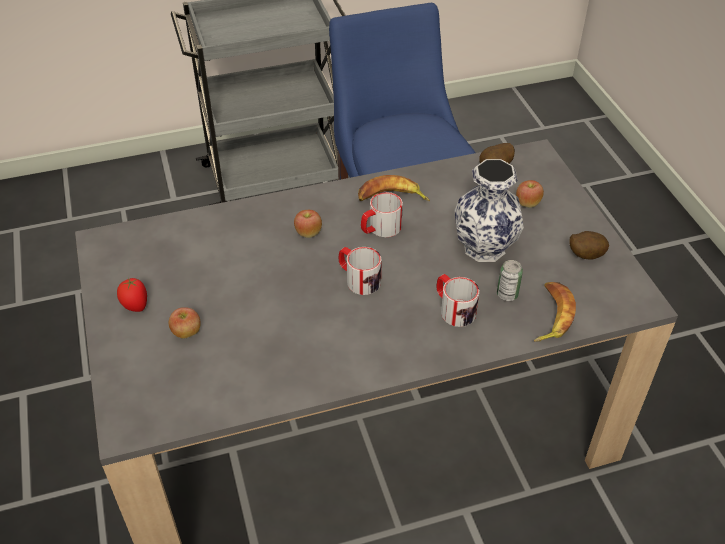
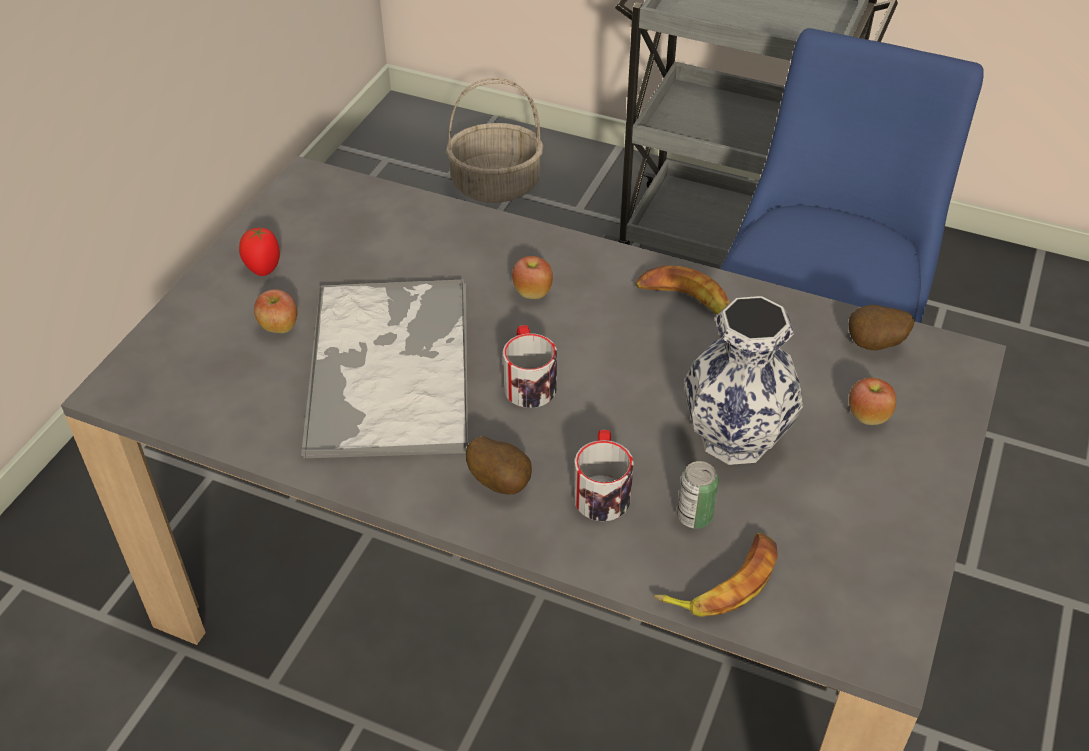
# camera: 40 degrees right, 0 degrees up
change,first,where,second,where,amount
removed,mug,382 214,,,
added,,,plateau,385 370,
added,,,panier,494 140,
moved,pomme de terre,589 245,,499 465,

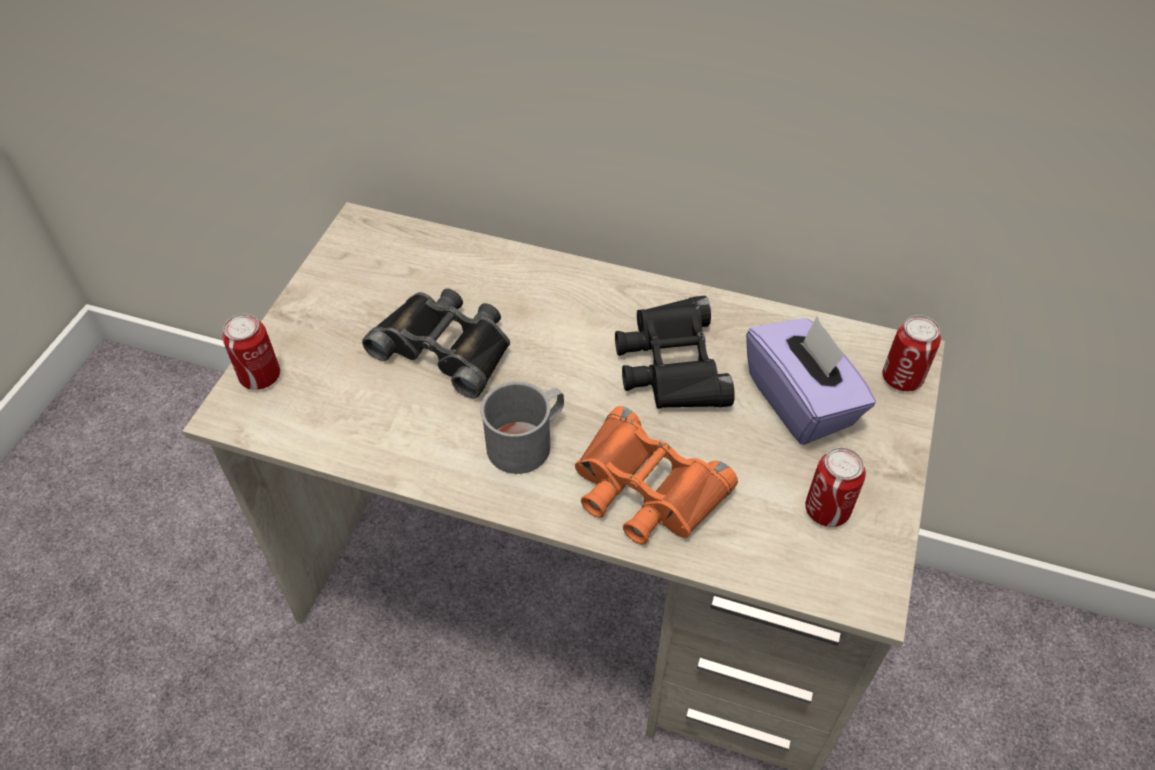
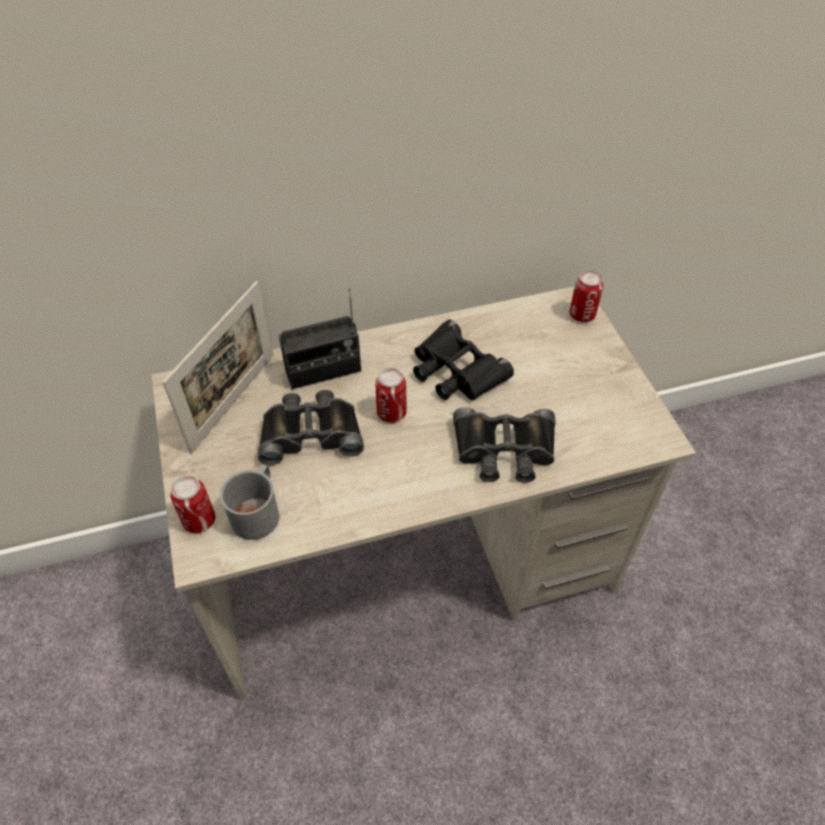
# camera: 35 degrees left, 0 degrees up
change,first,where,second,where,amount
removed,boîte à mouchoirs/violet,811 380,,,
added,,,cadre photo,218 367,
added,,,radio,320 338,
moved,mug/gris,522 427,,249 502,
moved,boîte métallique,835 487,,391 395,
recoloured,jumelles/orange,656 475,jumelles/noir,504 445,

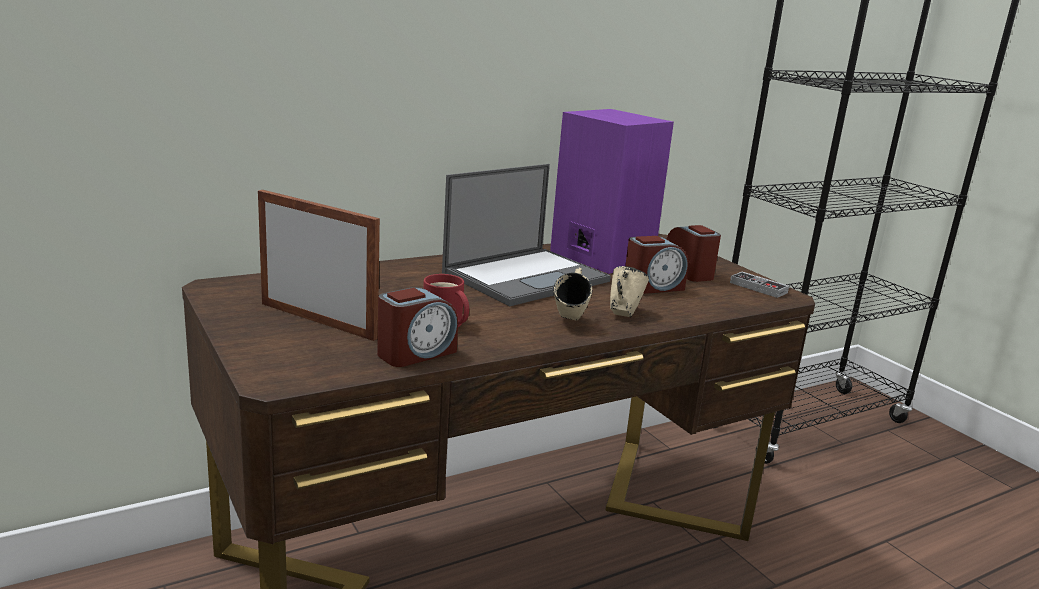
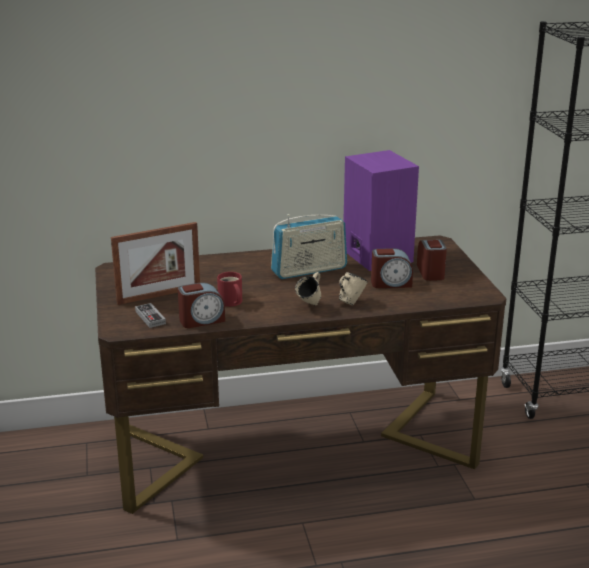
# camera: 20 degrees right, 5 degrees up
change,first,where,second,where,amount
moved,manette,759 285,,150 315,
replaced,ordinateur portable,526 235,radio,309 246,
turned,cadre photo,319 265,,155 263,105 degrees clockwise

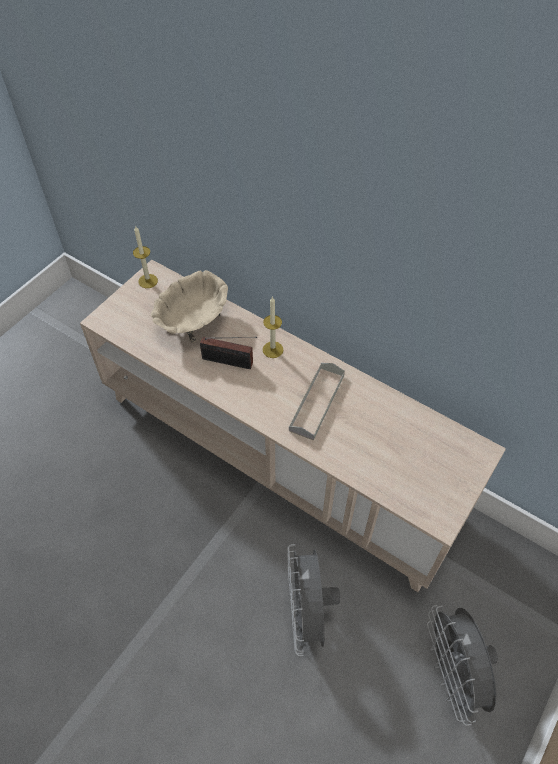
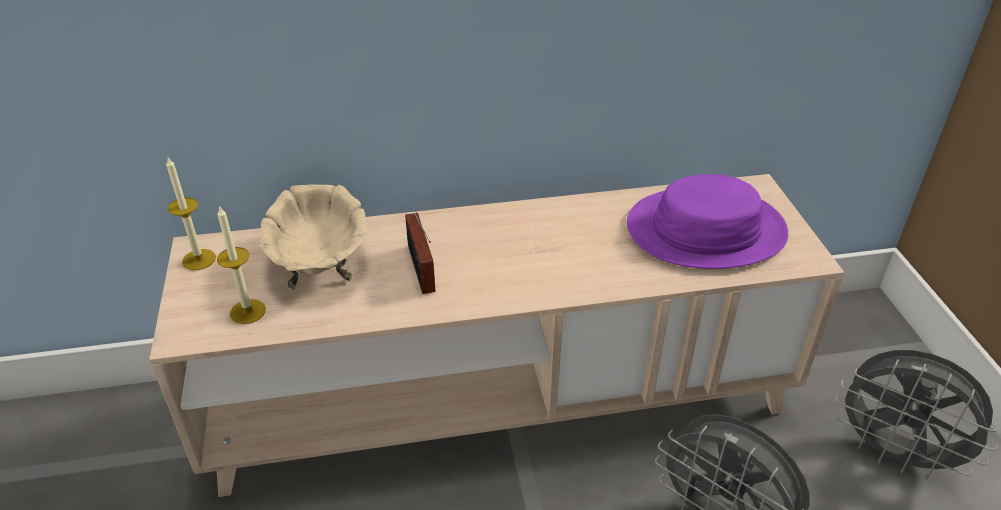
# camera: 45 degrees left, 15 degrees down
change,first,where,second,where,amount
removed,plateau/gris,317 402,,,
added,,,chapeau/violet,707 221,
moved,bougie,273 327,,241 264,
turned,radio,228 353,,420 253,105 degrees clockwise

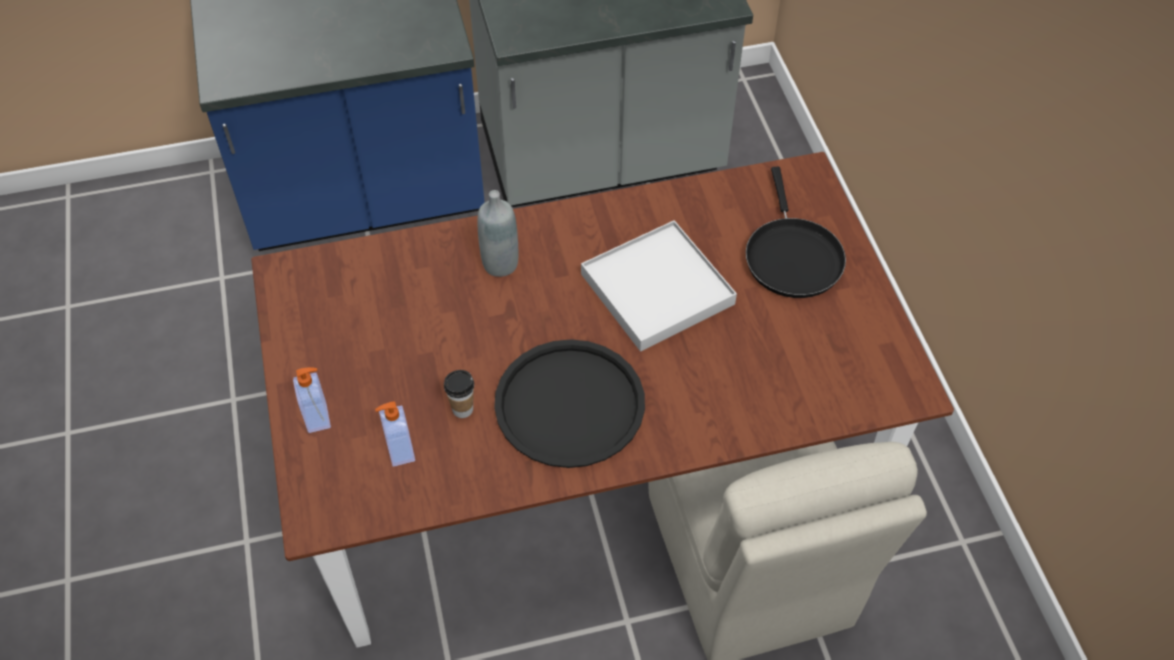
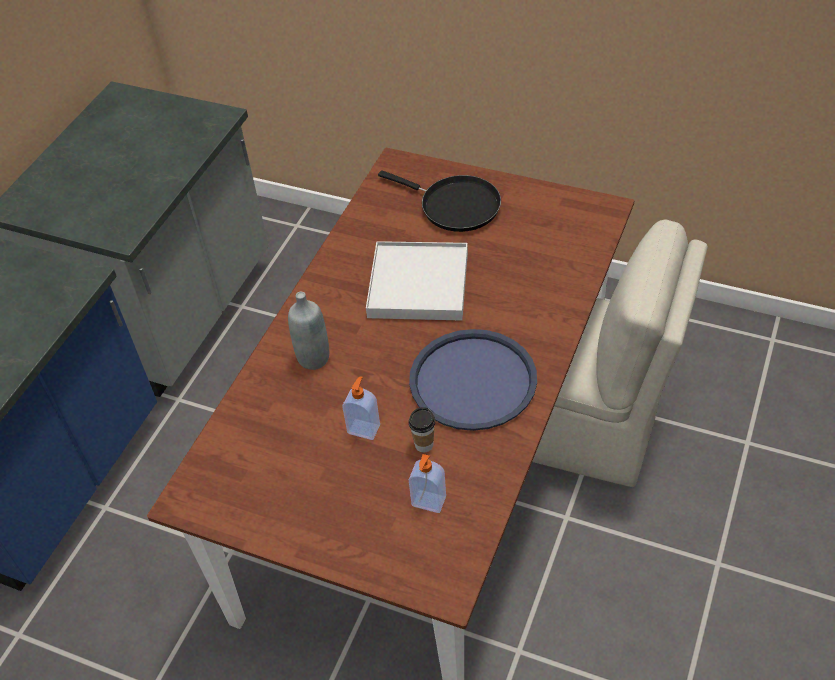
# camera: 50 degrees left, 5 degrees down
change,first,where,second,where,amount
moved,distributeur de savon,312 400,,361 408,
recoloured,plateau/noir,569 403,plateau/bleu,473 380,

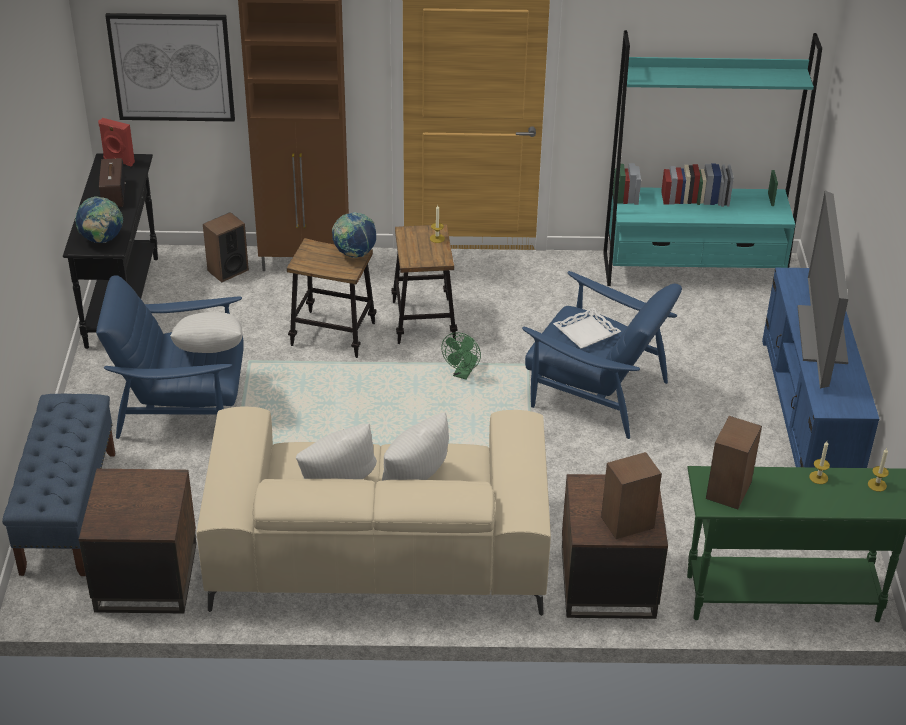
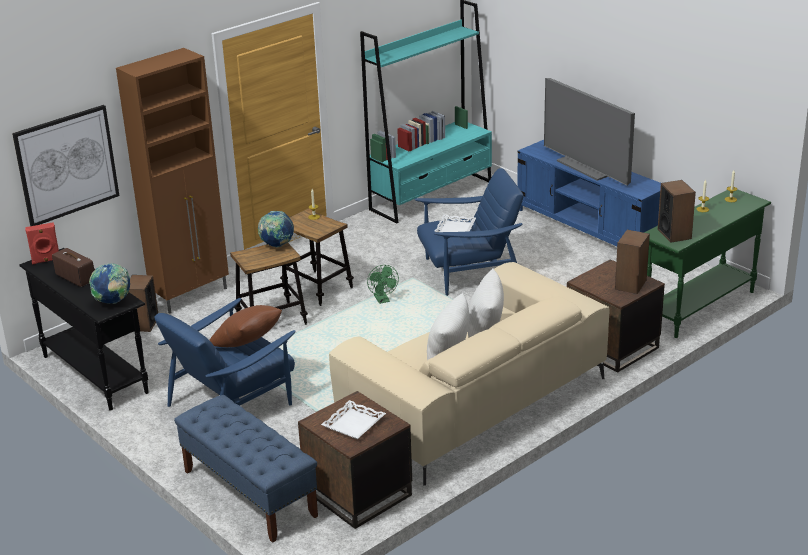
# camera: 40 degrees left, 10 degrees down
change,first,where,second,where,amount
added,,,plateau/blanc,353 419,
recoloured,coussin/blanc,206 332,coussin/marron,245 326,

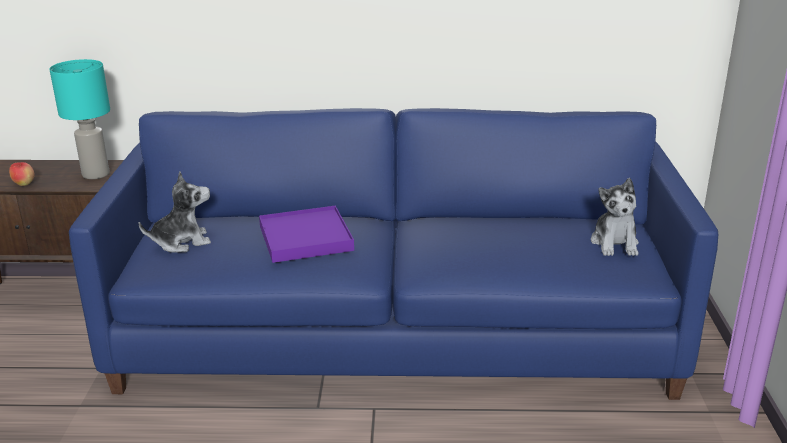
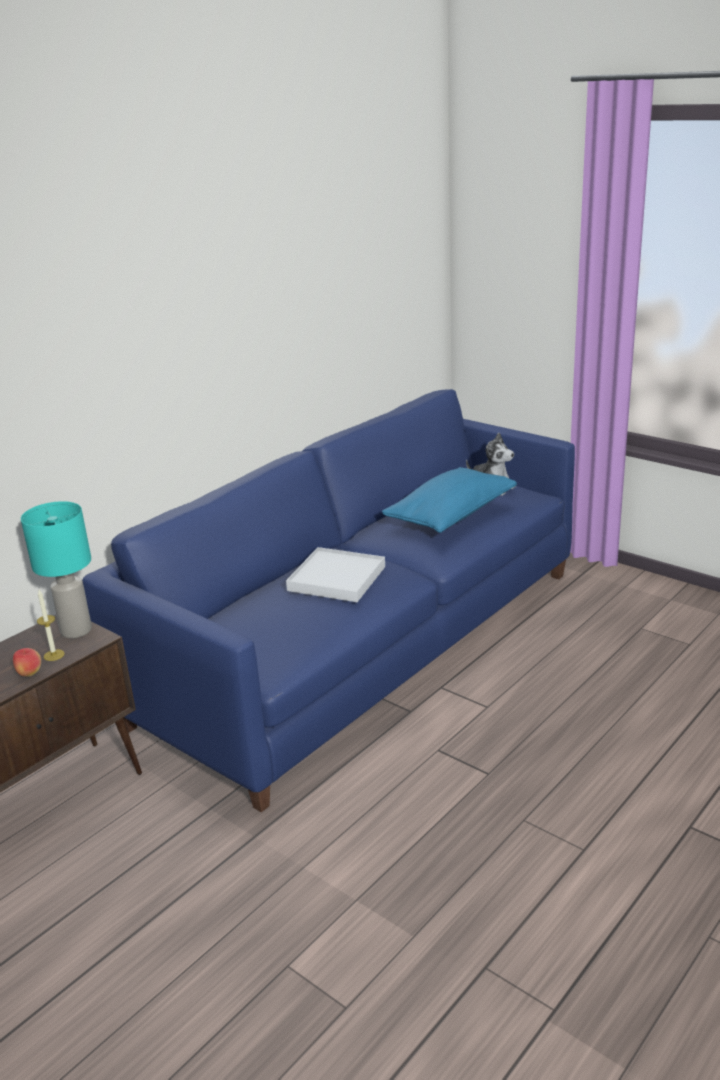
# camera: 50 degrees left, 0 degrees up
change,first,where,second,where,amount
removed,peluche,174 212,,,
added,,,bougie,51 625,
added,,,coussin/bleu,449 500,
recoloured,plateau/violet,306 234,plateau/blanc,335 574,

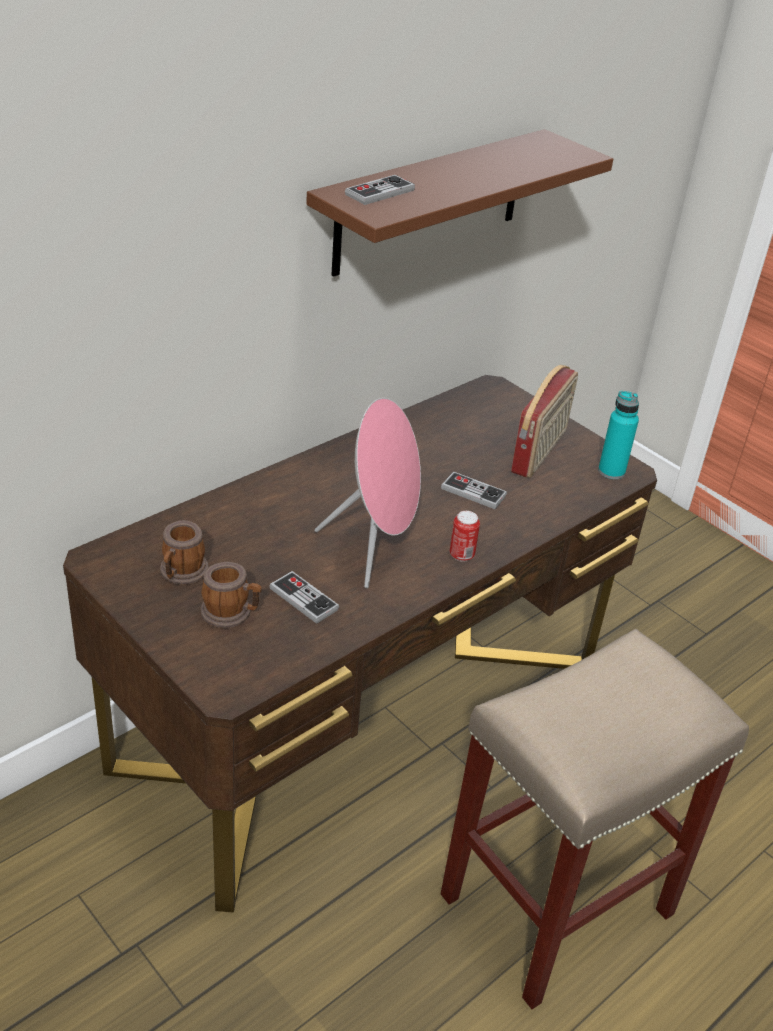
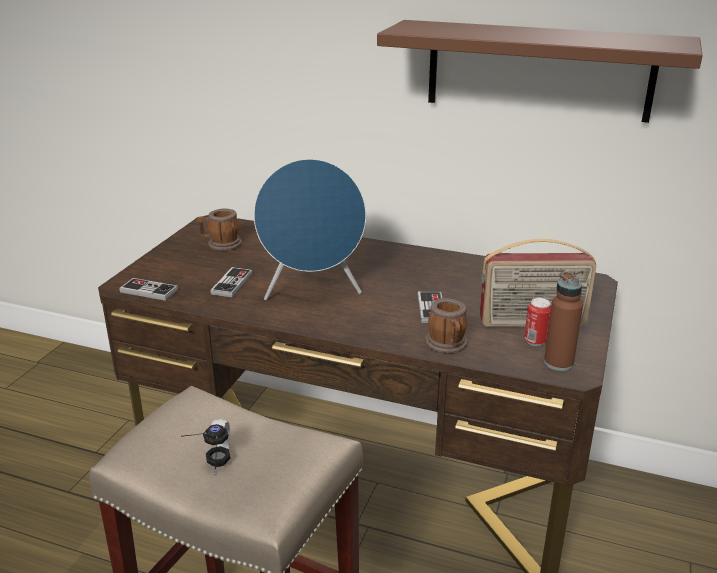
# camera: 65 degrees right, 10 degrees down
change,first,where,second,where,amount
added,,,casque audio,206 447,
moved,mug,231 595,,446 326,
moved,manette,380 190,,148 289,
moved,boîte métallique,464 536,,537 322,
recoloured,enceinte/rose,368 493,enceinte/bleu,310 229,
recoloured,bouteille/turquoise,618 435,bouteille/marron,563 321,

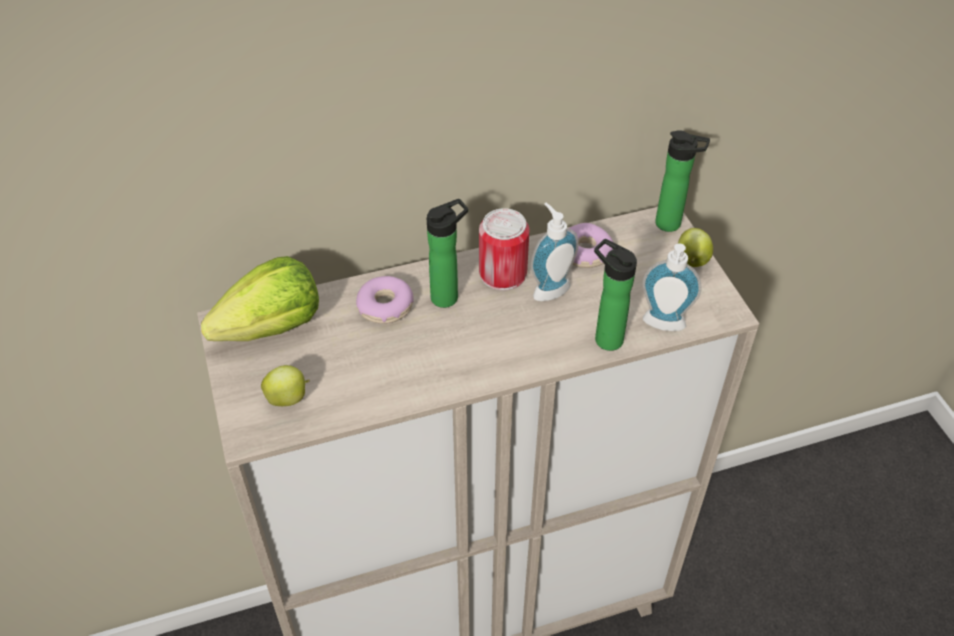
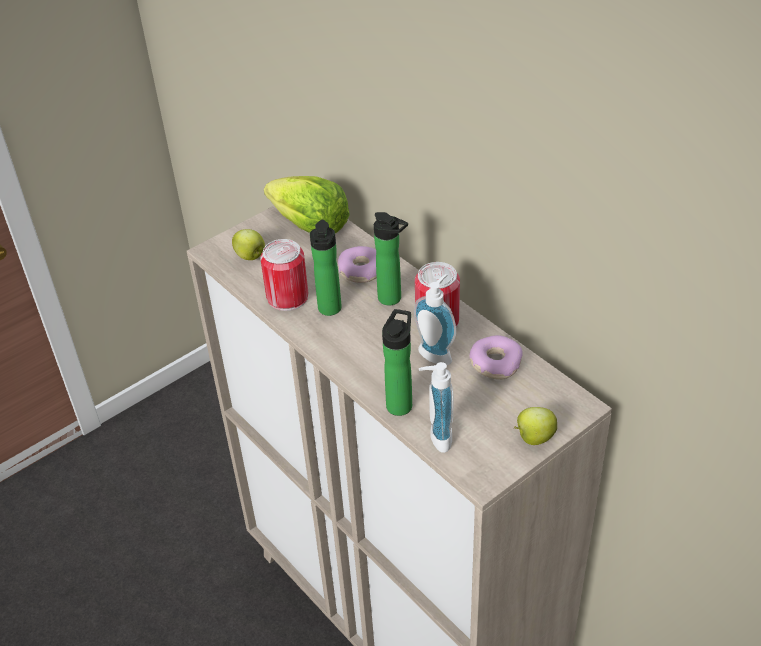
# camera: 70 degrees right, 5 degrees down
change,first,where,second,where,amount
added,,,boîte métallique,284 275,
moved,bouteille,682 181,,326 268,

